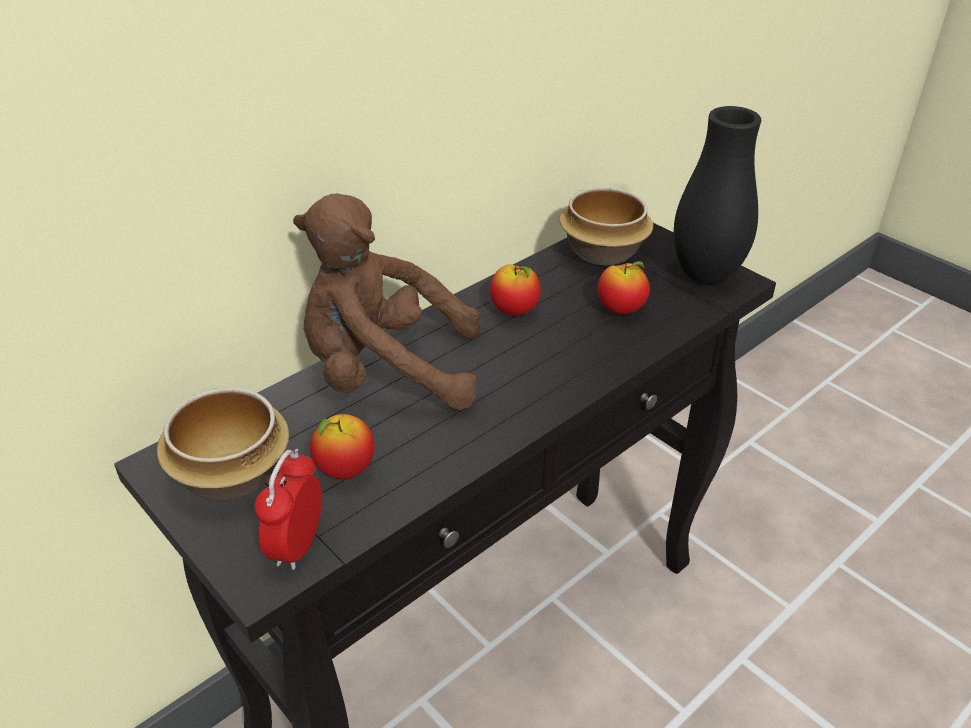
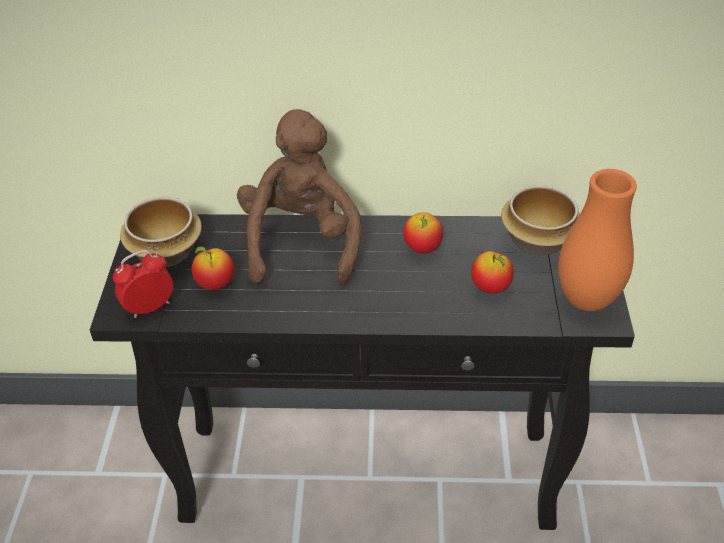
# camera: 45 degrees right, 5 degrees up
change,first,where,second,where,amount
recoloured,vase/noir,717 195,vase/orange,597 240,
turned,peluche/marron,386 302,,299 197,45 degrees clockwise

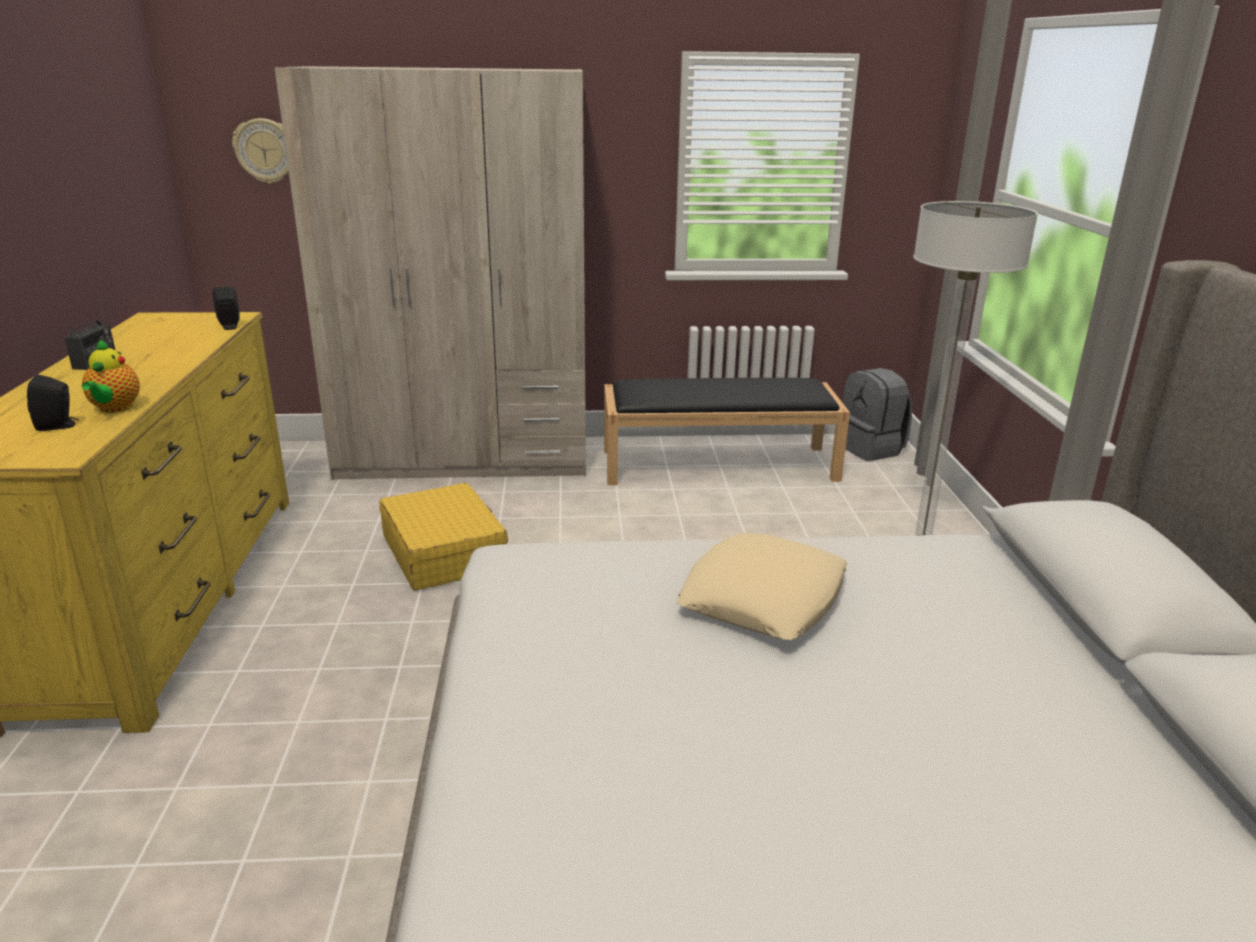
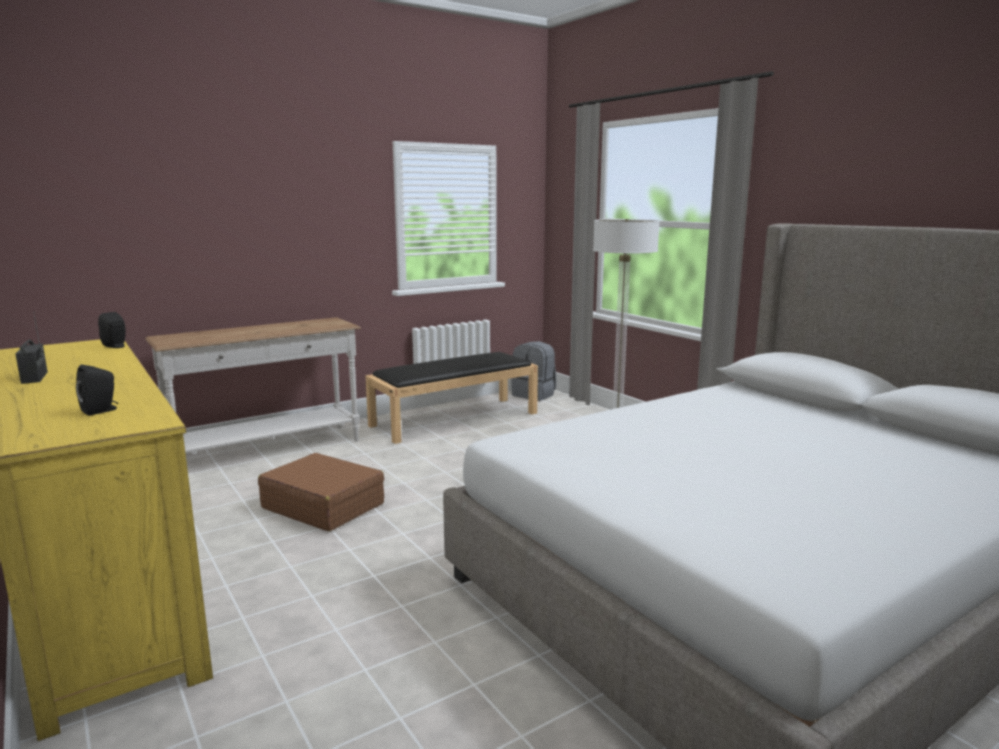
# camera: 30 degrees left, 10 degrees down
change,first,where,second,where,amount
removed,théière,111 376,,,
removed,horloge murale,260 151,,,
removed,coussin/beige,761 586,,,
replaced,armoire/beige,430 273,table console/blanc,253 385,
recoloured,valise/jaune,443 536,valise/marron,321 492,

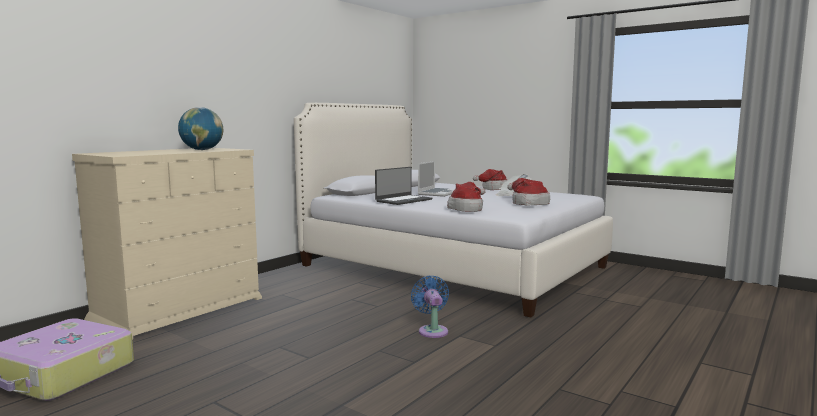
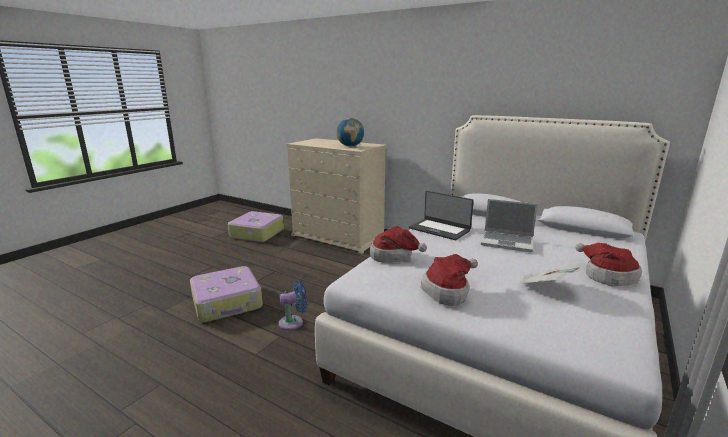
# camera: 85 degrees right, 10 degrees up
change,first,where,second,where,amount
added,,,valise,226 294,

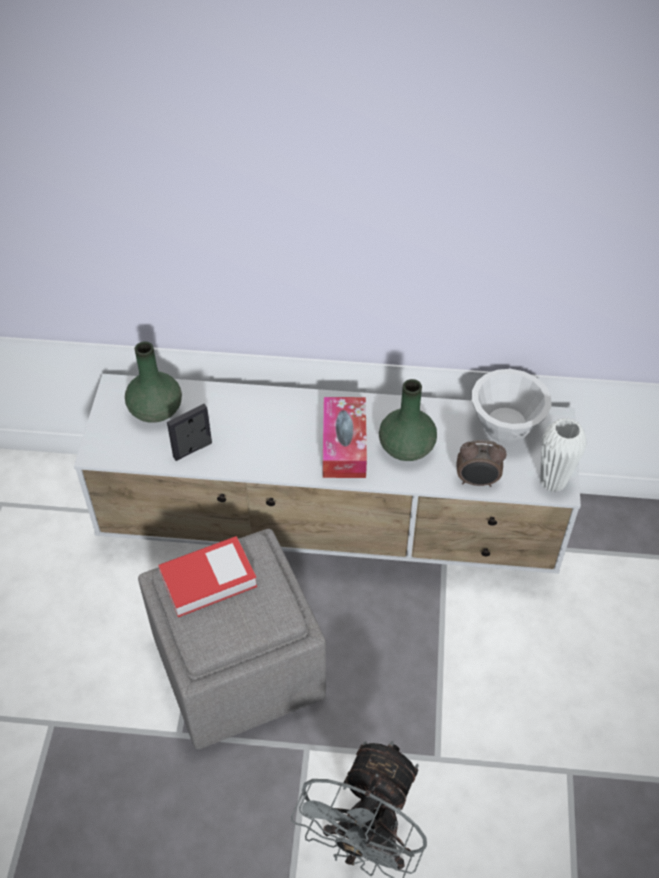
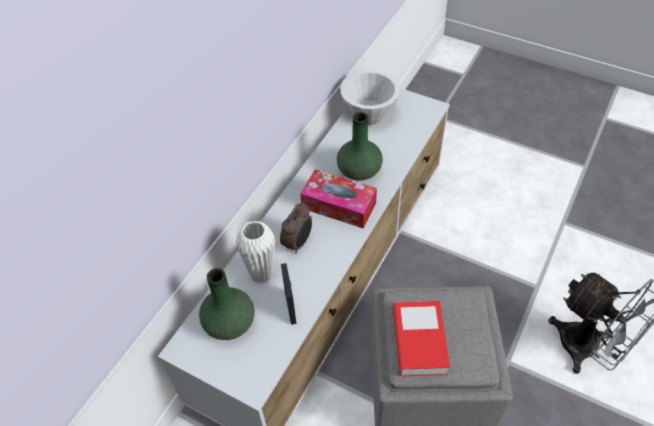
# camera: 65 degrees left, 0 degrees up
change,first,where,second,where,amount
moved,réveil,482 463,,296 228,
moved,vase/blanc,563 455,,255 252,

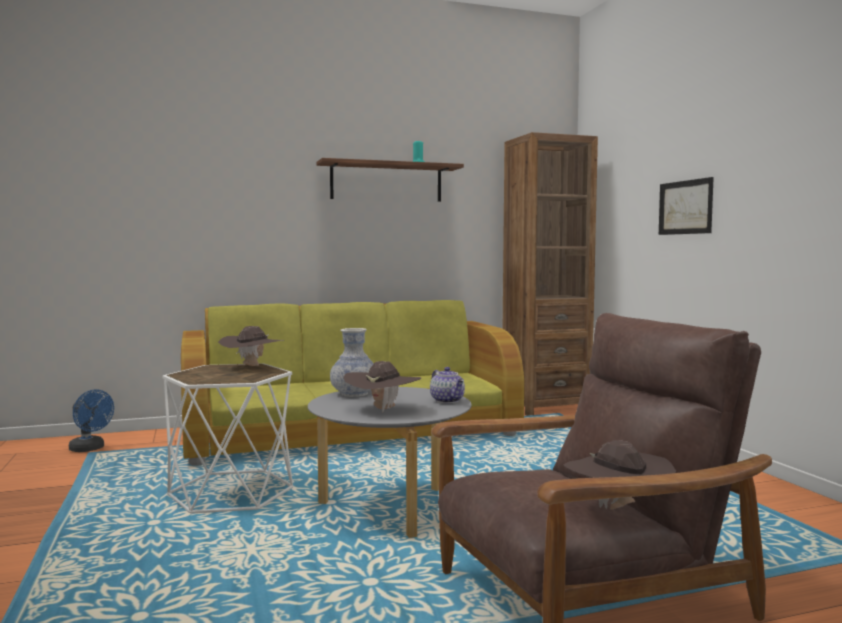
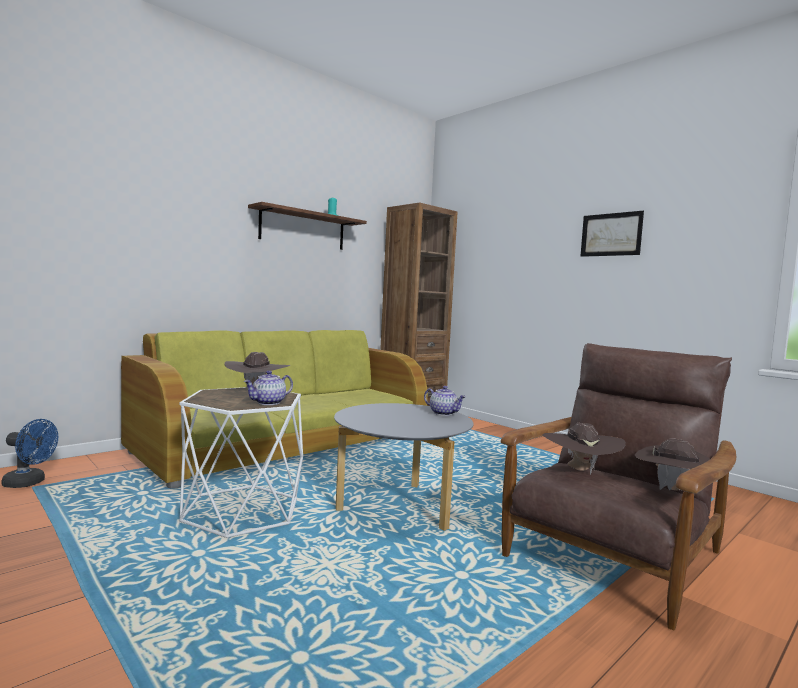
# camera: 25 degrees left, 0 degrees up
change,first,where,second,where,amount
removed,vase,352 362,,,
added,,,théière,268 388,
moved,chapeau/marron,382 387,,584 449,
moved,tableau,686 206,,612 234,

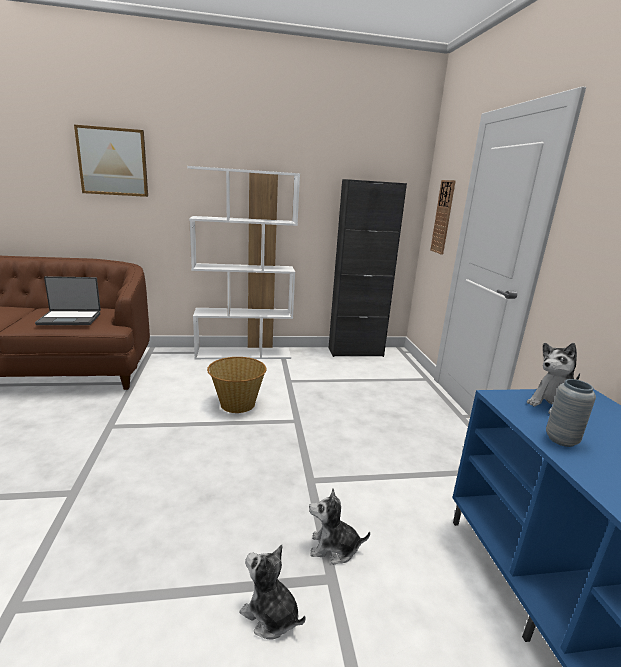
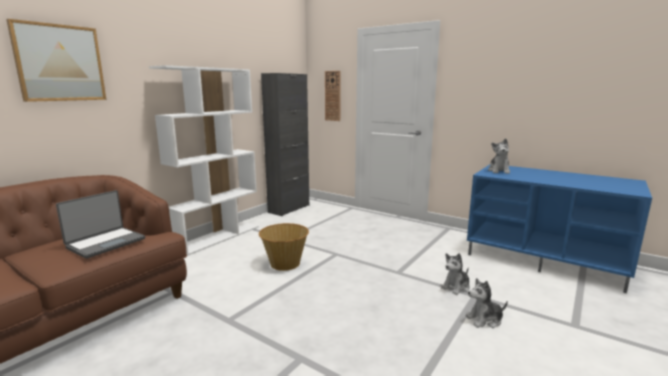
# camera: 45 degrees left, 5 degrees down
change,first,where,second,where,amount
removed,vase/gris,571 413,,,

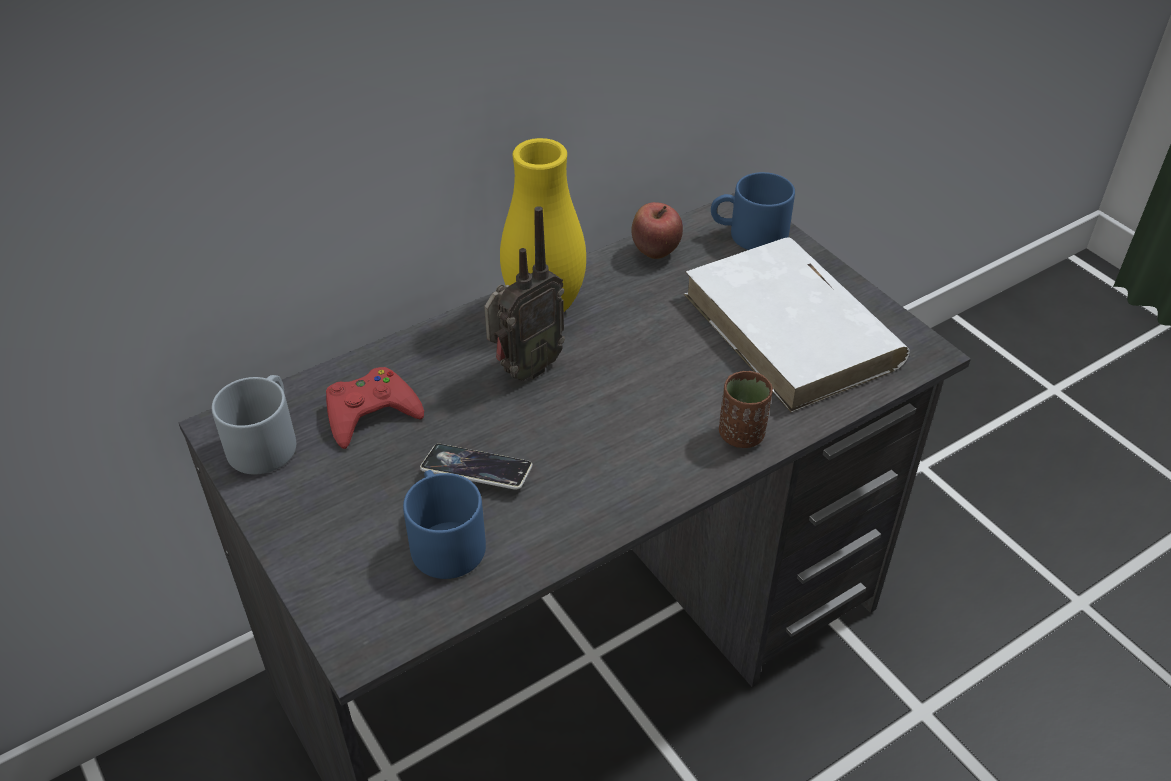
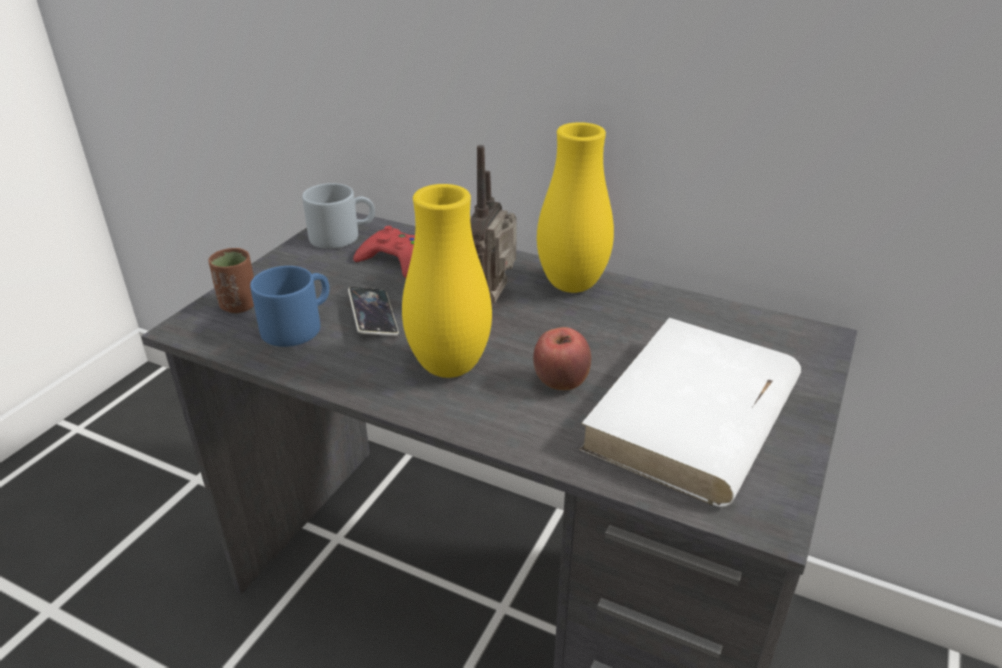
# camera: 60 degrees right, 10 degrees down
change,first,where,second,where,amount
removed,mug/bleu,753 211,,,
added,,,vase/jaune,447 281,
moved,pomme,657 230,,562 358,
moved,tasse/marron,746 409,,231 280,
turned,radio,524 293,,493 224,90 degrees clockwise

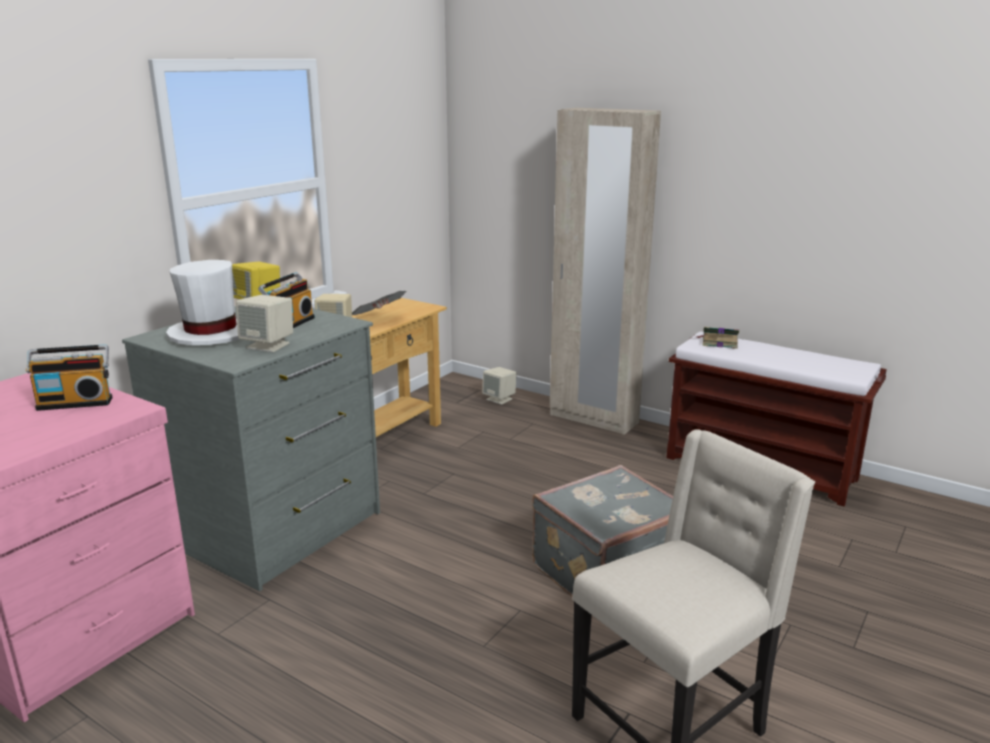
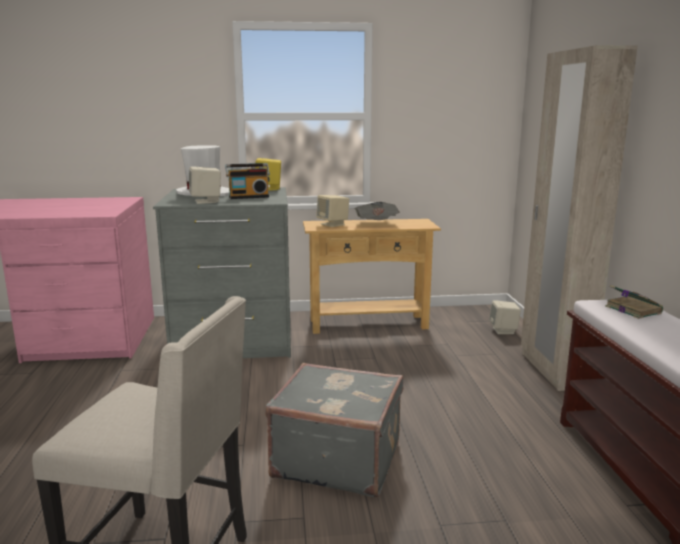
# camera: 50 degrees right, 5 degrees down
change,first,where,second,where,amount
removed,radio,69 377,,,

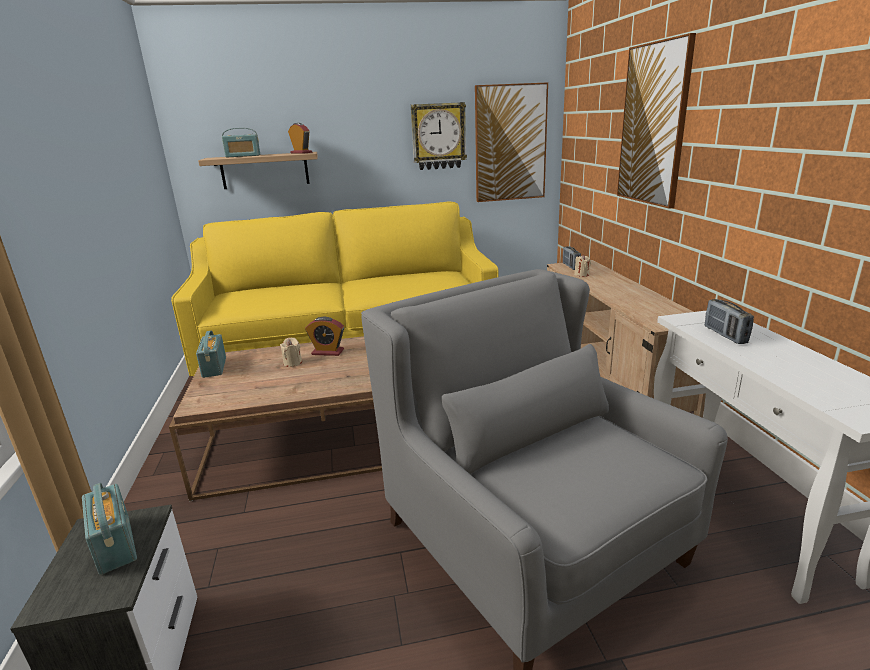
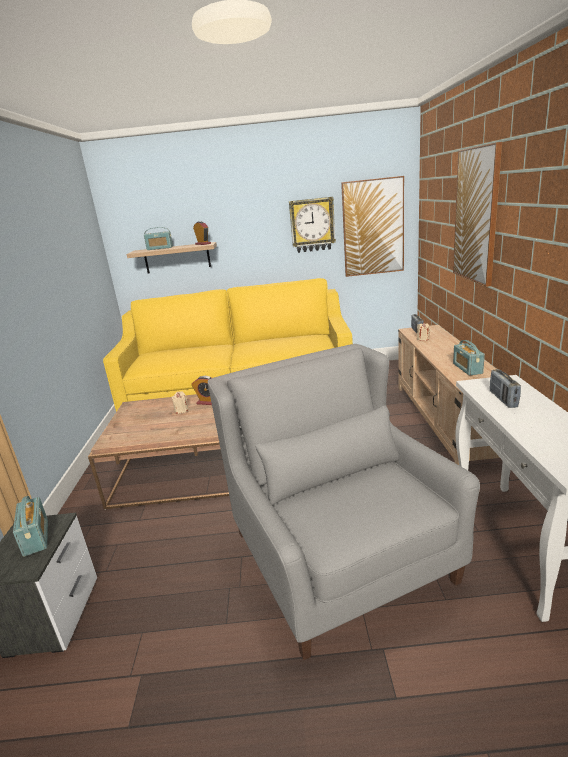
# camera: 10 degrees right, 0 degrees up
change,first,where,second,where,amount
moved,radio,211 354,,469 358,

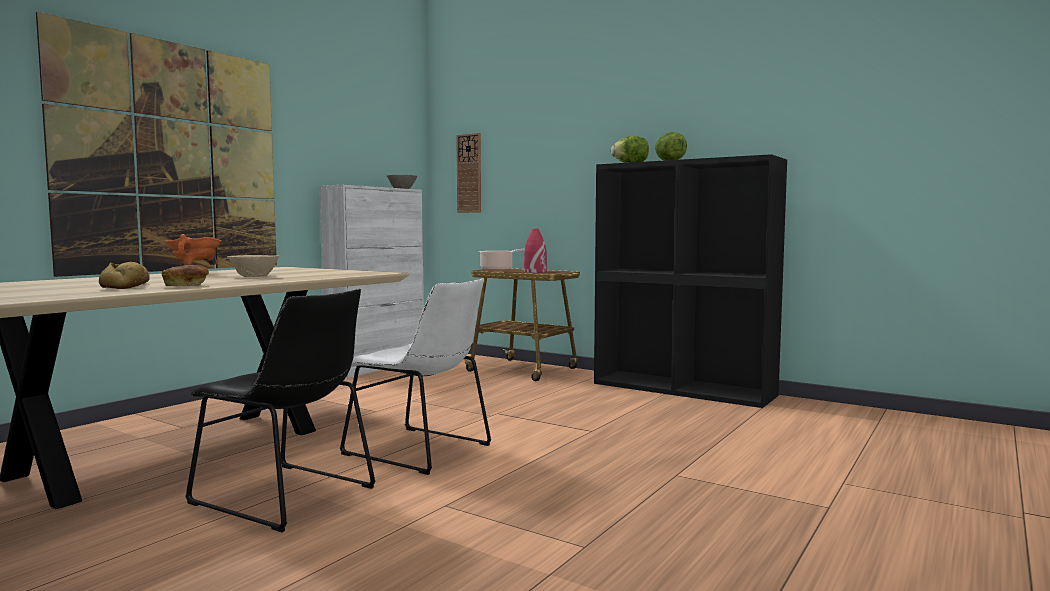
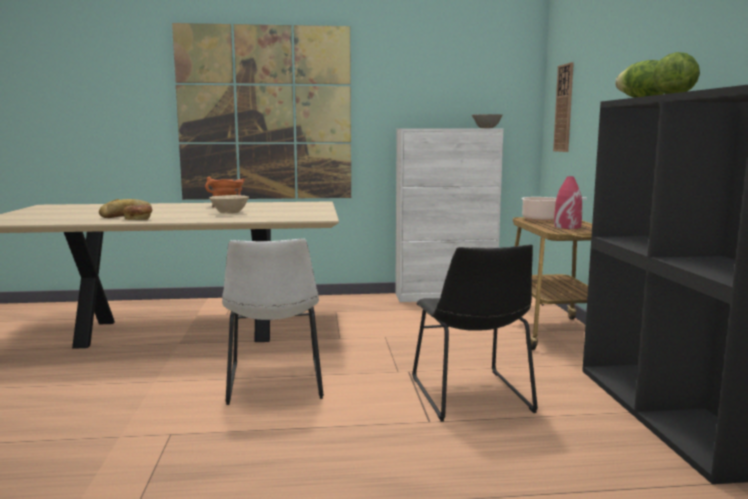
# camera: 50 degrees right, 5 degrees up
change,first,where,second,where,amount
moved,chaise/noir,280 410,,475 333,

